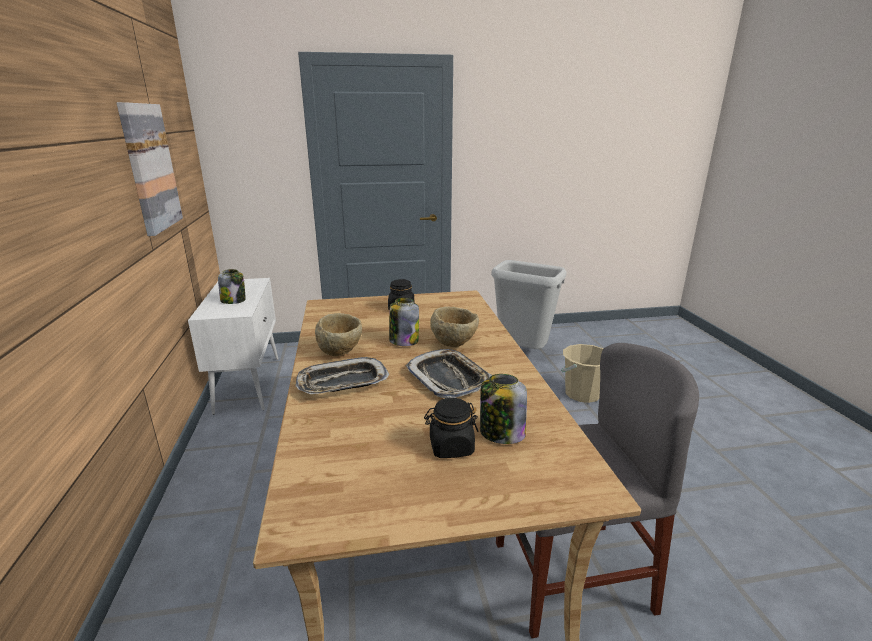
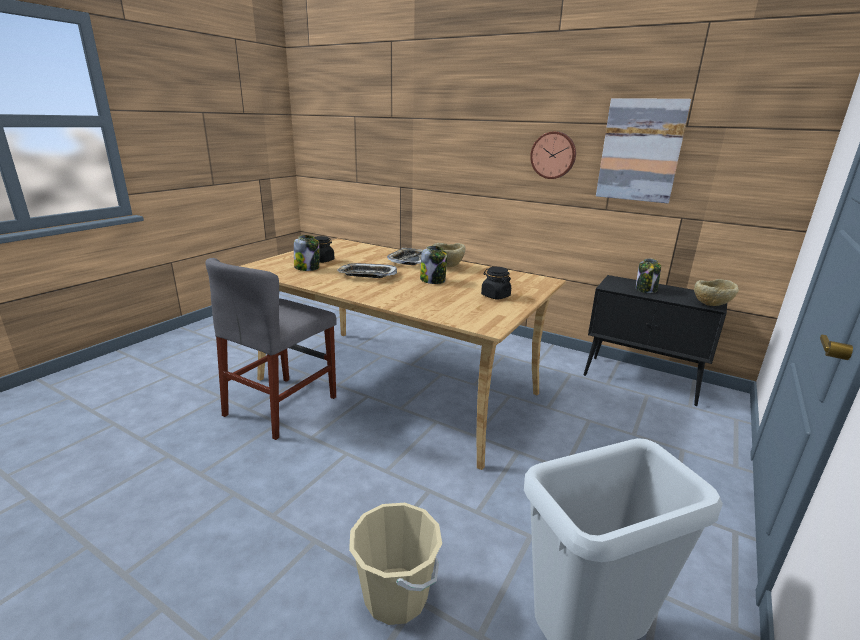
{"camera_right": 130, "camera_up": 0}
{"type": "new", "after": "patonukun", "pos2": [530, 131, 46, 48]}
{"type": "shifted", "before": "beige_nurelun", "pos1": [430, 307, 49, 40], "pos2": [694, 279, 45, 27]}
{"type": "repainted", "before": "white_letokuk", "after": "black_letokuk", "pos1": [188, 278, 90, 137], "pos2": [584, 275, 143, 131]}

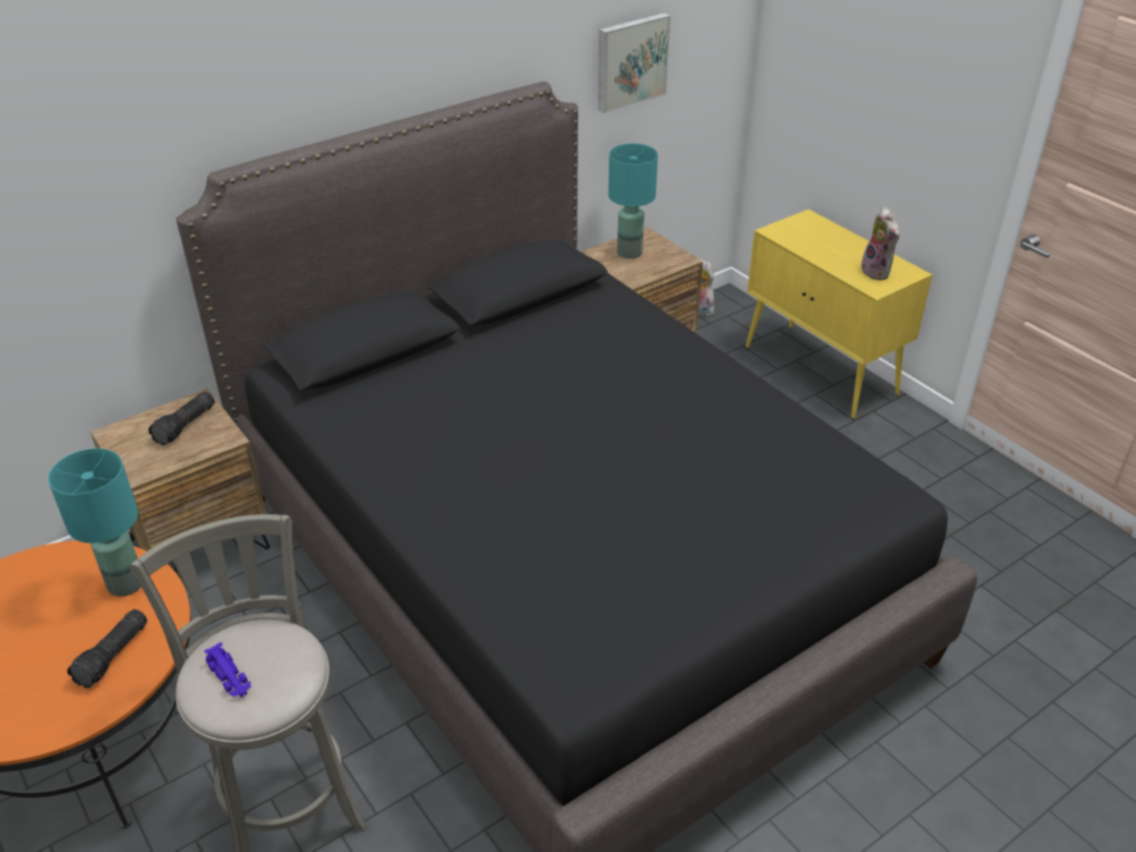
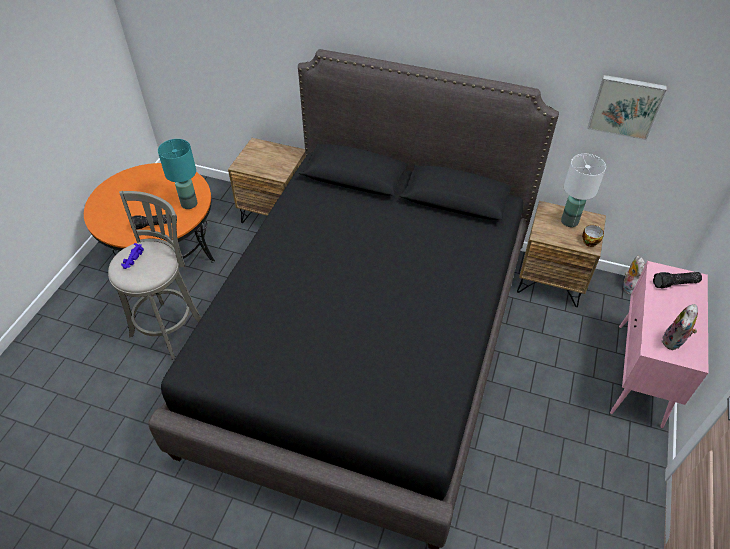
{"camera_right": 55, "camera_up": 10}
{"type": "new", "after": "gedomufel", "pos2": [582, 225, 22, 22]}
{"type": "shifted", "before": "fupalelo", "pos1": [148, 391, 67, 54], "pos2": [653, 272, 49, 16]}
{"type": "repainted", "before": "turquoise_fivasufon", "after": "white_fivasufon", "pos1": [608, 144, 50, 115], "pos2": [561, 154, 45, 73]}
{"type": "repainted", "before": "yellow_letokuk", "after": "pink_letokuk", "pos1": [746, 209, 186, 210], "pos2": [610, 261, 98, 167]}

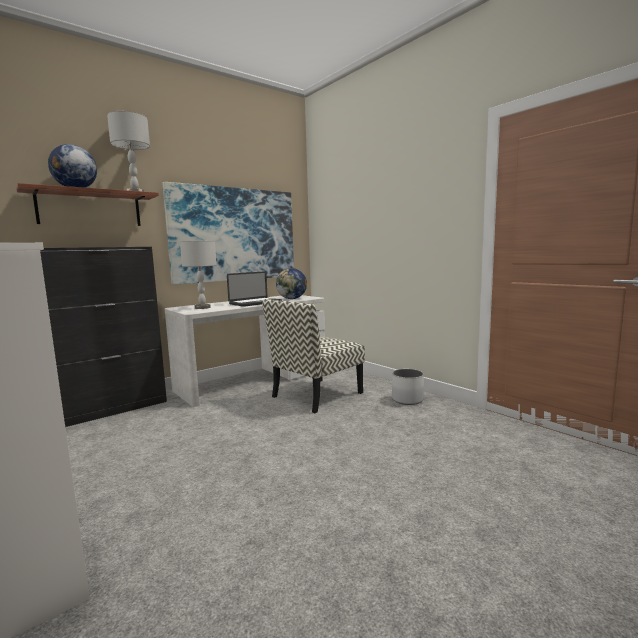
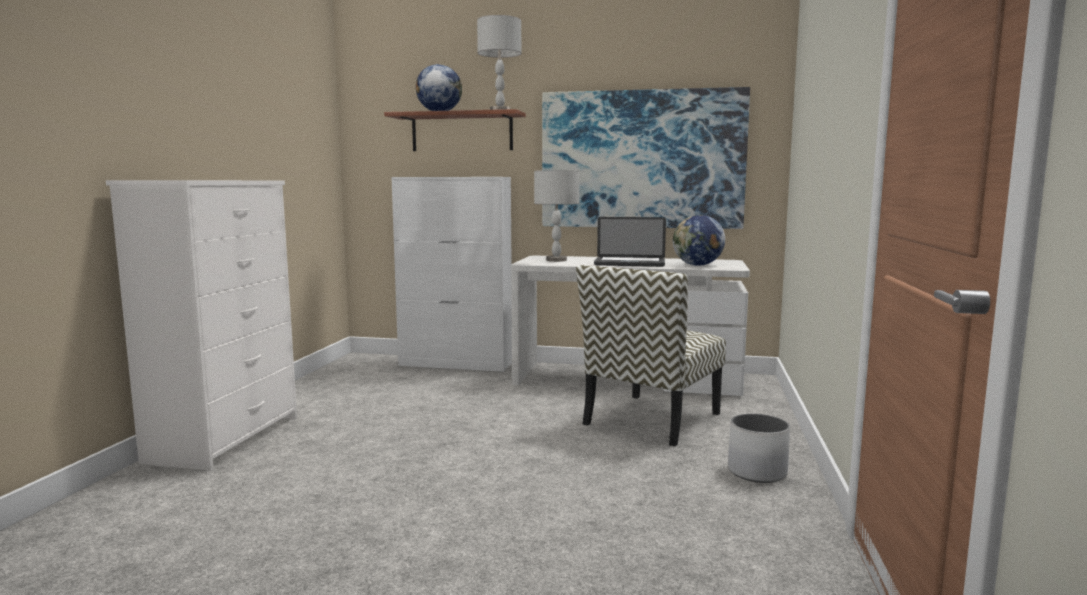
{"camera_right": 50, "camera_up": 0}
{"type": "repainted", "before": "black_letokuk", "after": "white_letokuk", "pos1": [40, 247, 127, 180], "pos2": [391, 177, 121, 195]}
{"type": "rotated", "before": "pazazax", "pos1": [262, 299, 103, 114], "pos2": [576, 265, 150, 182], "turn": -60}

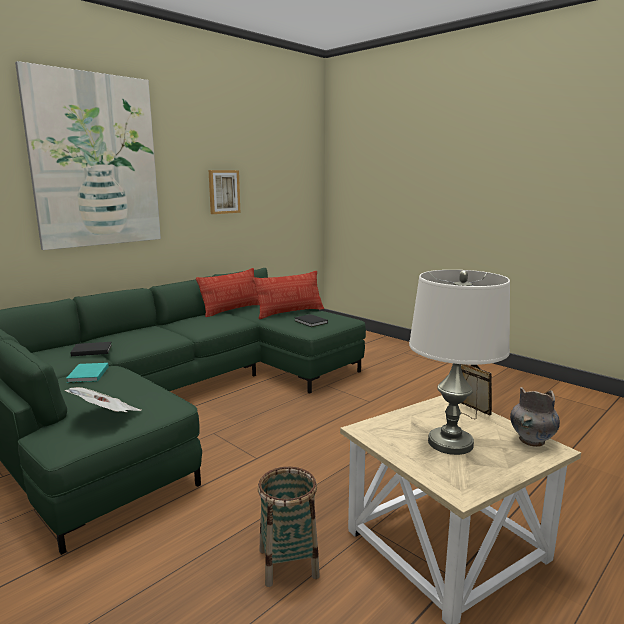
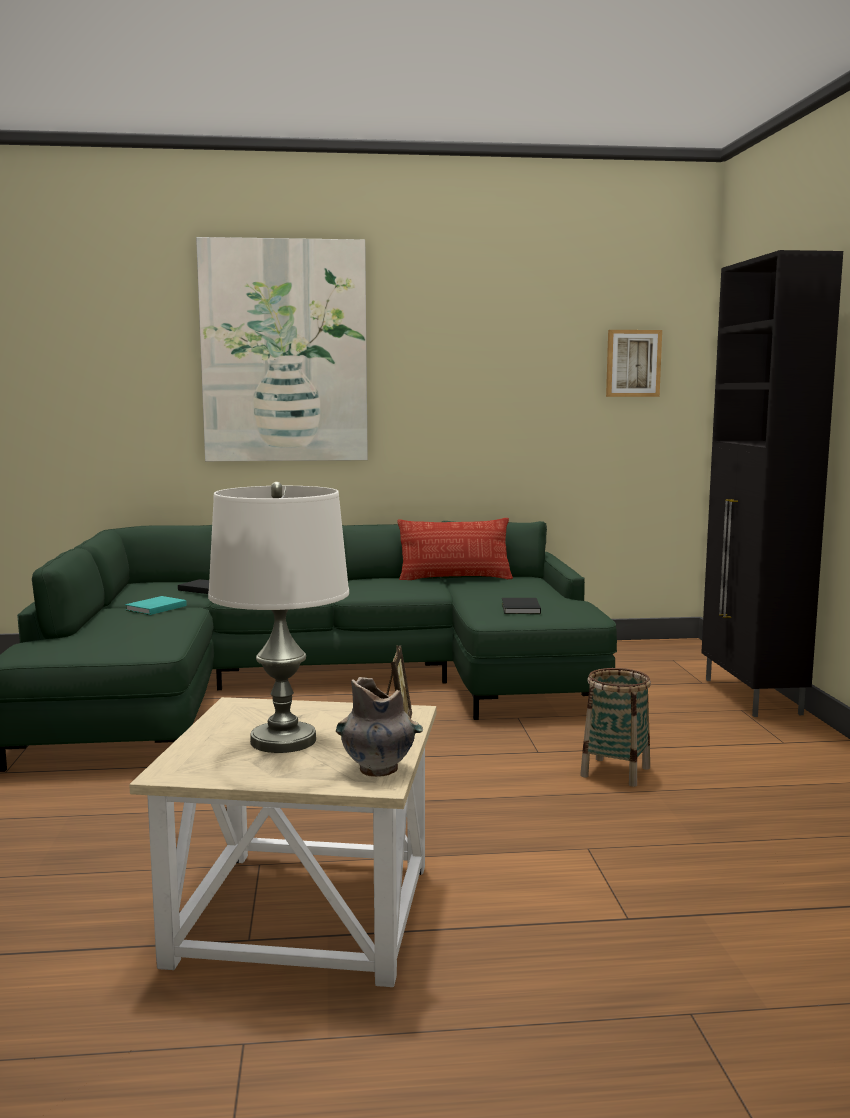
{"camera_right": 40, "camera_up": -5}
{"type": "gone", "before": "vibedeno", "pos1": [65, 387, 76, 25]}
{"type": "gone", "before": "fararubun", "pos1": [253, 271, 71, 48]}
{"type": "new", "after": "black_letokuk", "pos2": [701, 250, 142, 467]}
{"type": "shifted", "before": "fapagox", "pos1": [209, 170, 31, 44], "pos2": [606, 330, 56, 67]}
{"type": "shifted", "before": "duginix", "pos1": [258, 467, 62, 120], "pos2": [580, 668, 71, 119]}

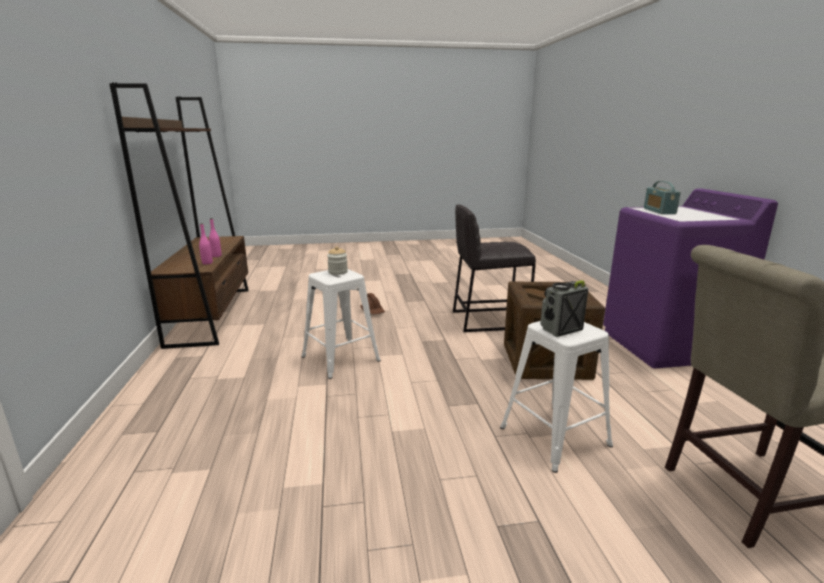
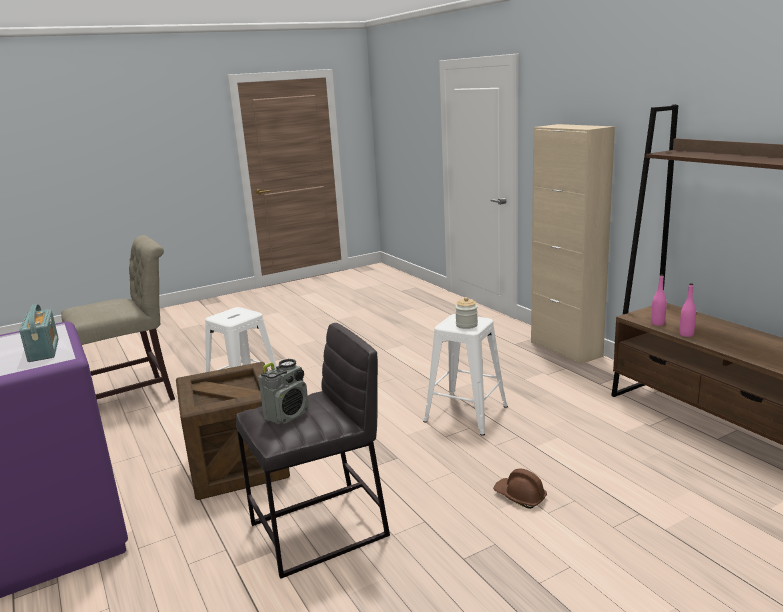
{"camera_right": 160, "camera_up": 0}
{"type": "new", "after": "beige_letokuk", "pos2": [531, 124, 84, 241]}
{"type": "shifted", "before": "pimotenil", "pos1": [540, 280, 48, 57], "pos2": [258, 359, 51, 66]}

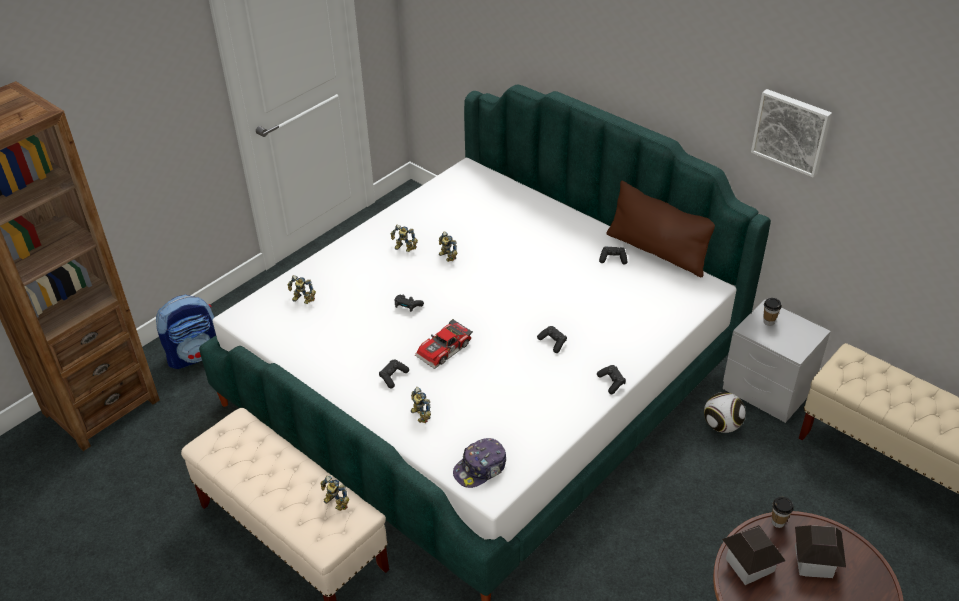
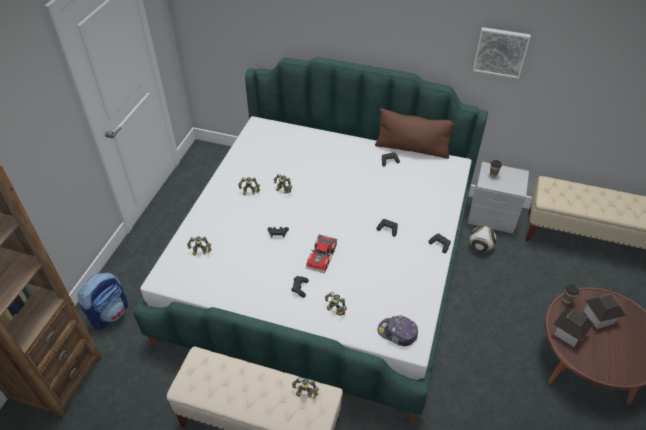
{"camera_right": -25, "camera_up": 5}
{"type": "rotated", "before": "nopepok", "pos1": [453, 438, 53, 50], "pos2": [378, 316, 40, 30], "turn": 90}

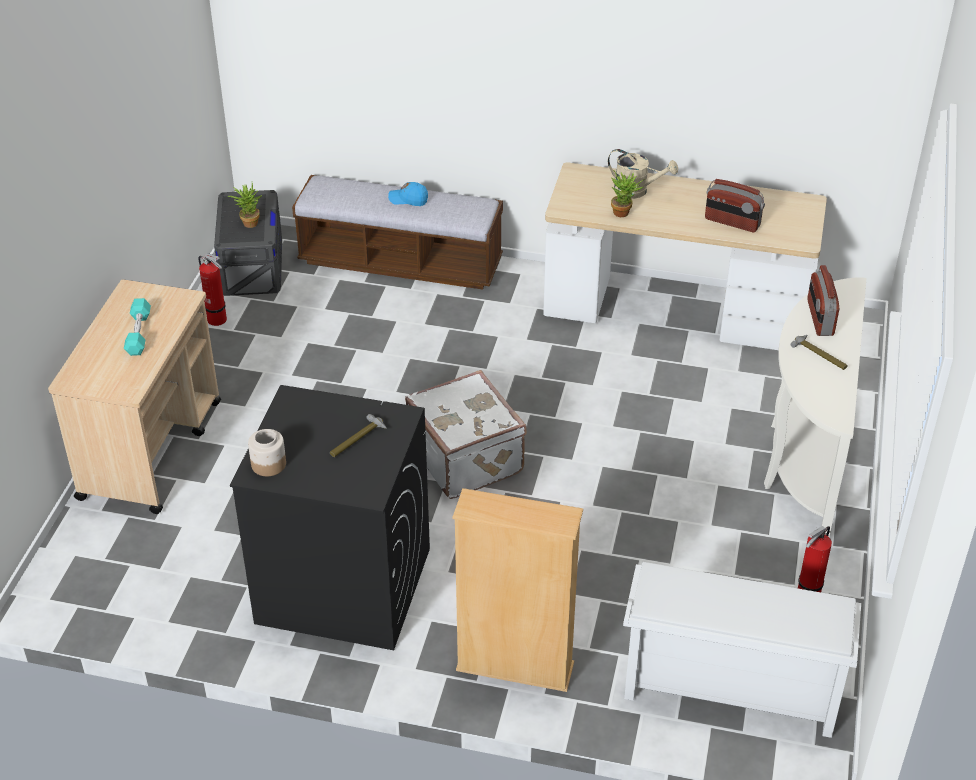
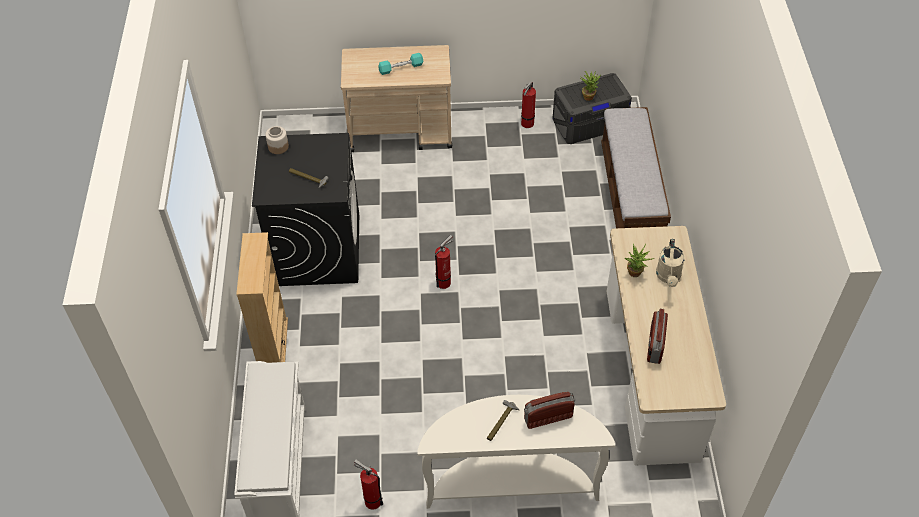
{"camera_right": 75, "camera_up": 10}
{"type": "gone", "before": "blue_nopepok", "pos1": [388, 182, 40, 24]}
{"type": "swapped", "before": "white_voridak", "after": "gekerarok", "pos1": [405, 370, 121, 129], "pos2": [435, 235, 18, 54]}

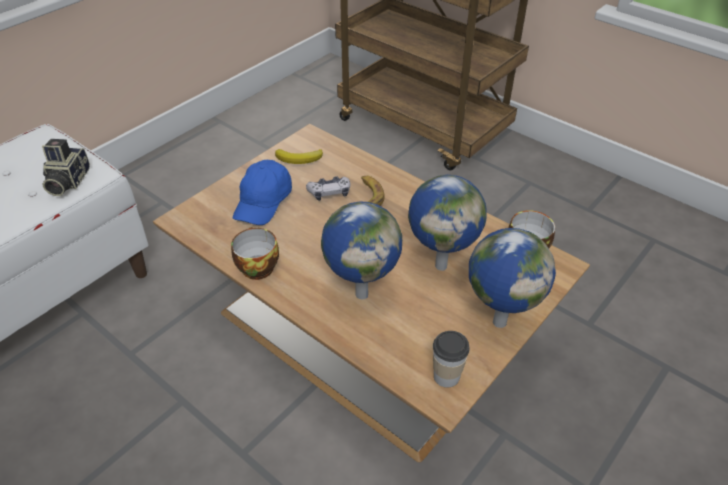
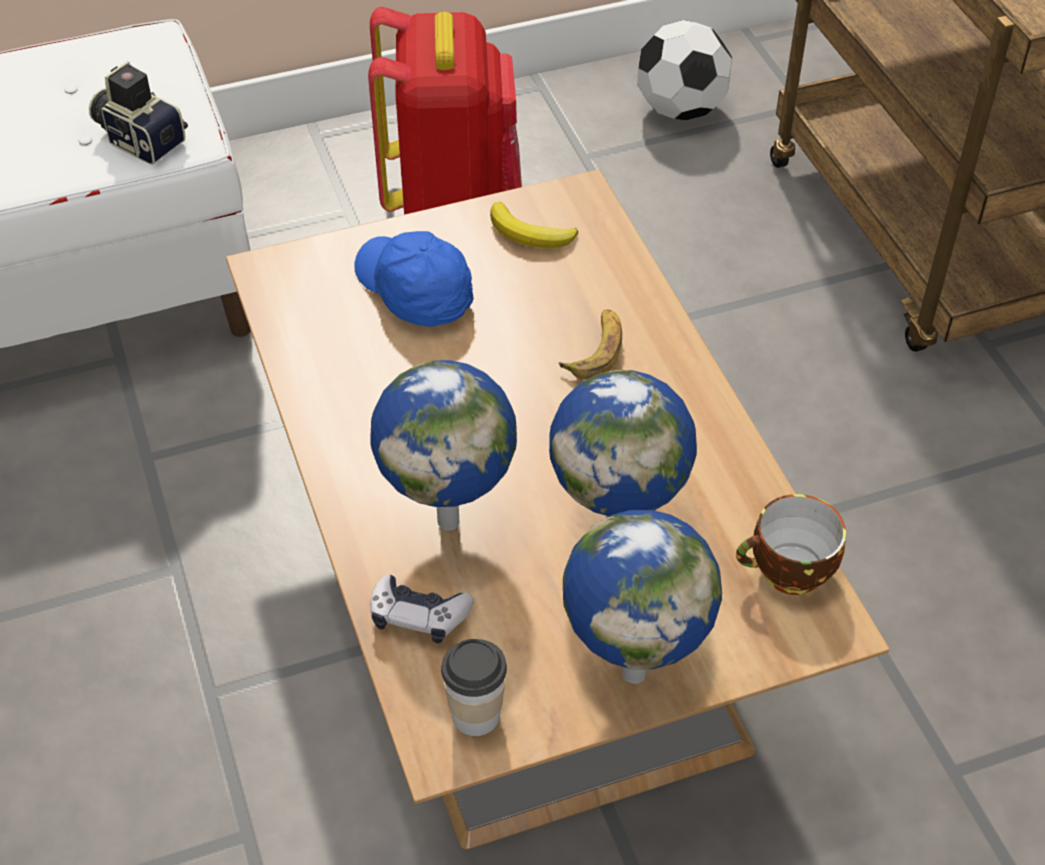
{"camera_right": 30, "camera_up": 5}
{"type": "gone", "before": "gedomufel", "pos1": [231, 227, 48, 53]}
{"type": "new", "after": "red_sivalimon", "pos2": [368, 7, 154, 207]}
{"type": "new", "after": "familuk", "pos2": [637, 20, 95, 100]}
{"type": "shifted", "before": "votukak", "pos1": [306, 176, 45, 25], "pos2": [370, 574, 104, 69]}
{"type": "rotated", "before": "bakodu", "pos1": [42, 139, 48, 57], "pos2": [89, 61, 99, 104], "turn": 90}
{"type": "rotated", "before": "blue_nopepok", "pos1": [233, 160, 59, 65], "pos2": [354, 231, 119, 96], "turn": 90}

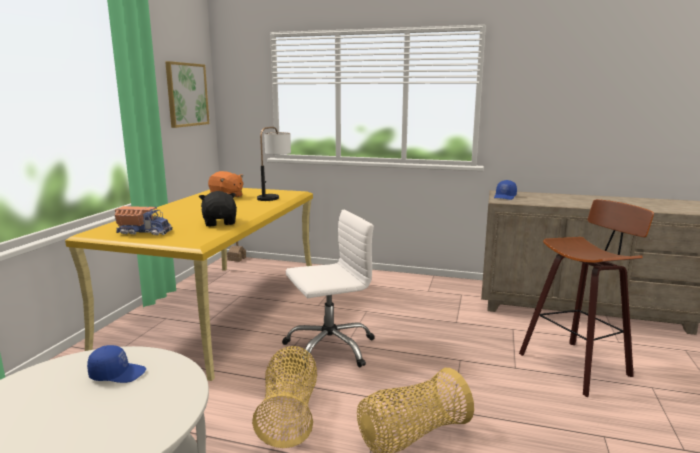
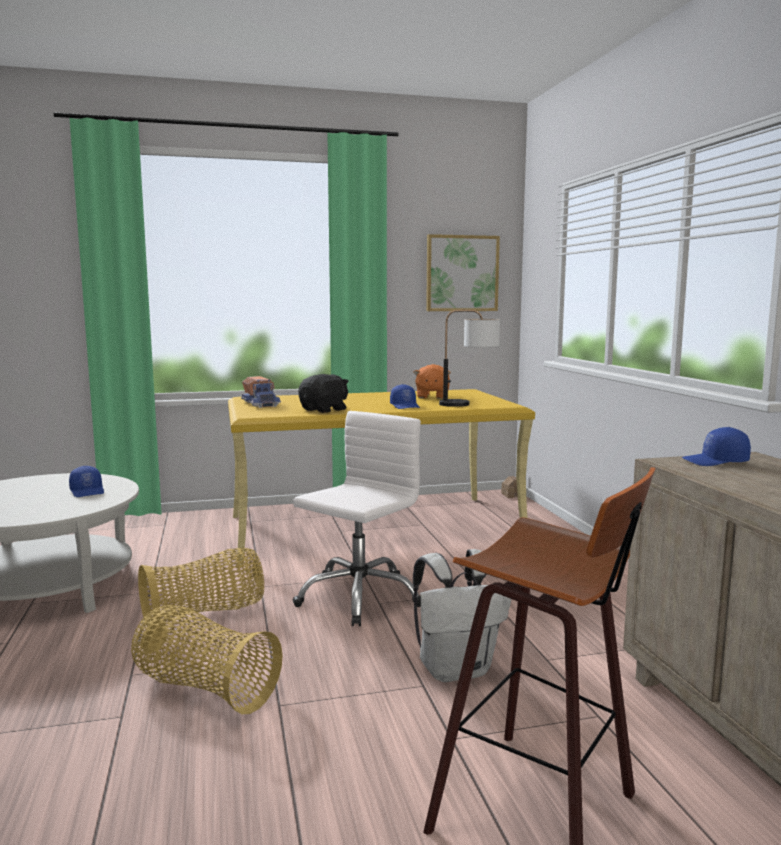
{"camera_right": 60, "camera_up": -5}
{"type": "new", "after": "blue_nopepok", "pos2": [390, 384, 30, 25]}
{"type": "new", "after": "white_sivalimon", "pos2": [413, 549, 98, 133]}
{"type": "rotated", "before": "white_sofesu", "pos1": [282, 210, 93, 161], "pos2": [293, 411, 128, 215], "turn": -90}

